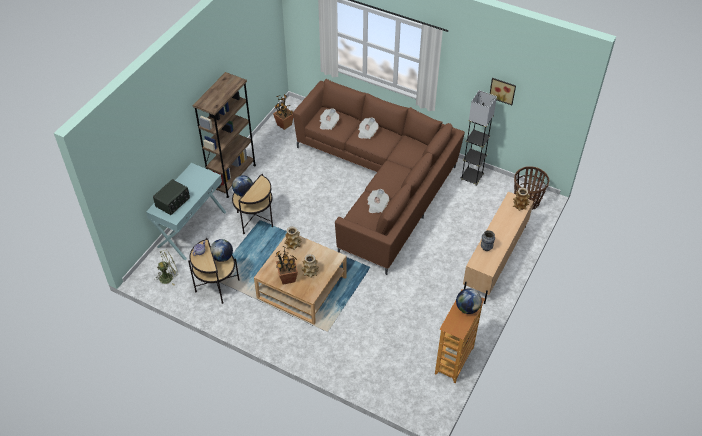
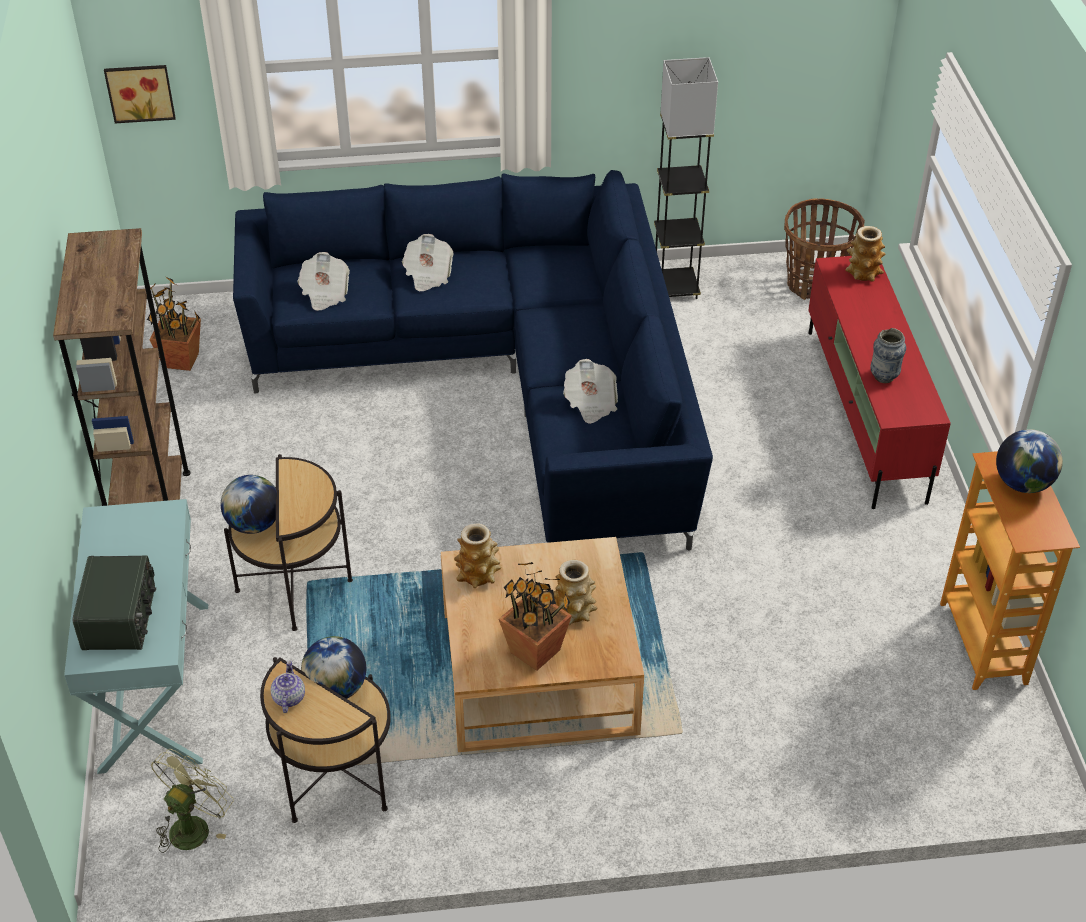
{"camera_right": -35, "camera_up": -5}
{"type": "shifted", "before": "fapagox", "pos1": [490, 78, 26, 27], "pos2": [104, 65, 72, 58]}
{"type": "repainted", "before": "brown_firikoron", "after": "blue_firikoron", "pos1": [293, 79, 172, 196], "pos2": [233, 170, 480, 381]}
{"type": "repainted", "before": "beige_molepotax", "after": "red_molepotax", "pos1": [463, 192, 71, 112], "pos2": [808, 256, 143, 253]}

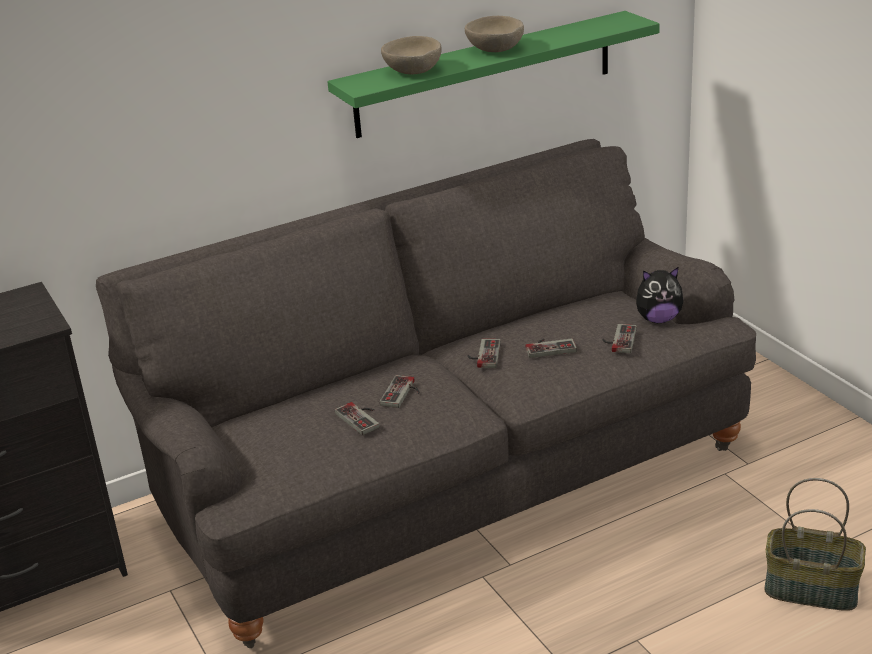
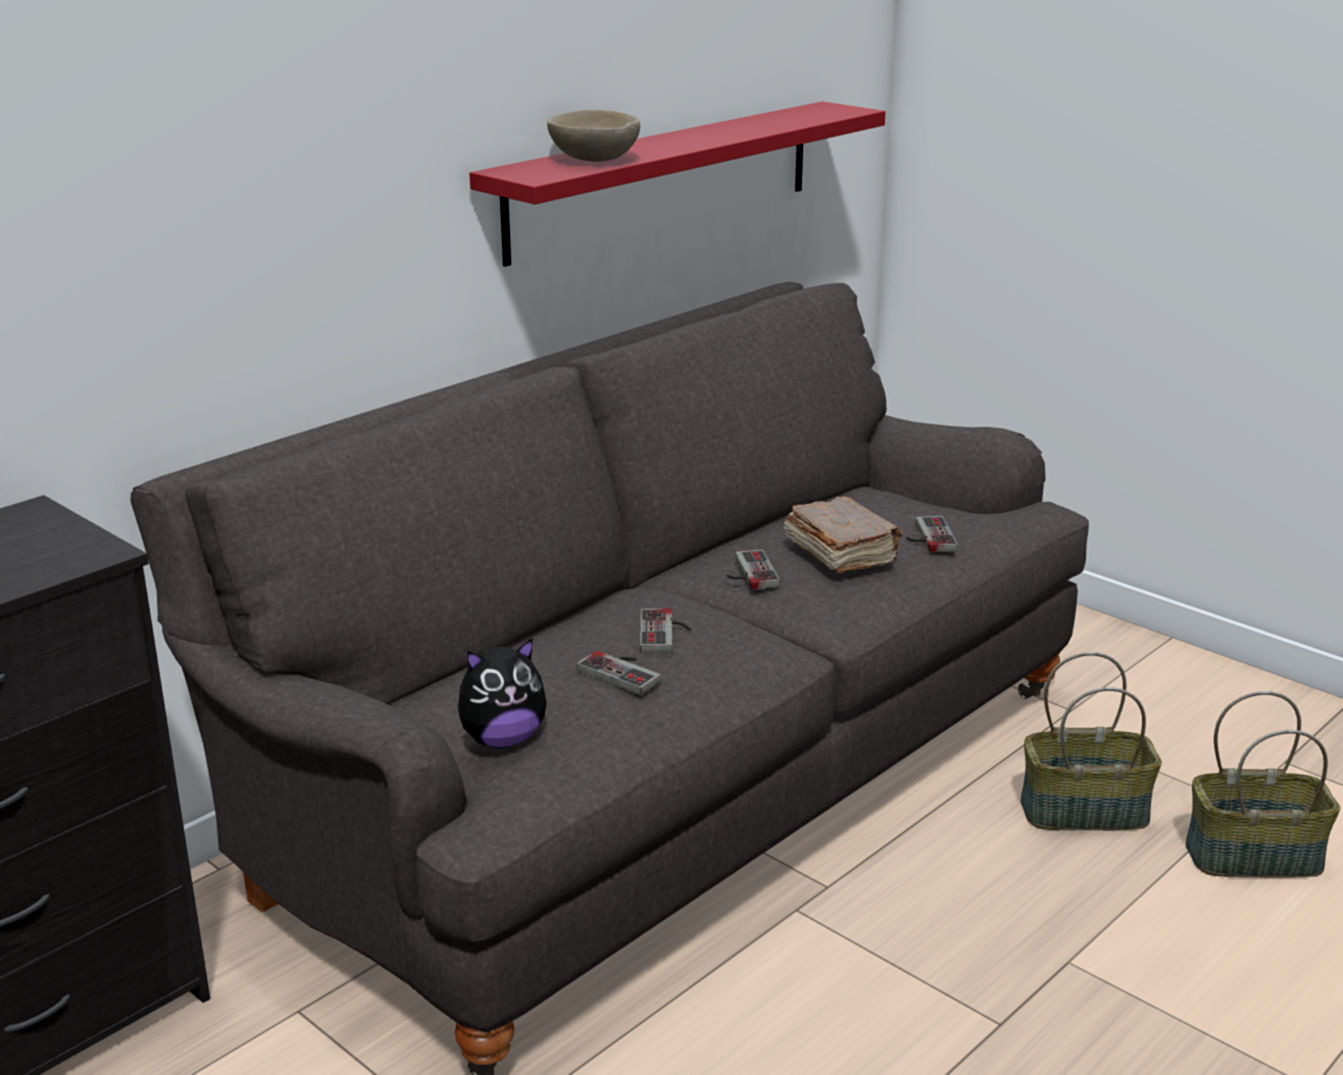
{"camera_right": -20, "camera_up": -5}
{"type": "gone", "before": "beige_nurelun", "pos1": [465, 16, 59, 36]}
{"type": "new", "after": "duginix", "pos2": [1021, 652, 141, 178]}
{"type": "shifted", "before": "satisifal", "pos1": [636, 267, 47, 56], "pos2": [458, 638, 89, 110]}
{"type": "swapped", "before": "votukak", "after": "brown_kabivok", "pos1": [526, 338, 51, 20], "pos2": [784, 496, 119, 77]}
{"type": "repainted", "before": "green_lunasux", "after": "red_lunasux", "pos1": [327, 11, 333, 127], "pos2": [469, 101, 417, 166]}

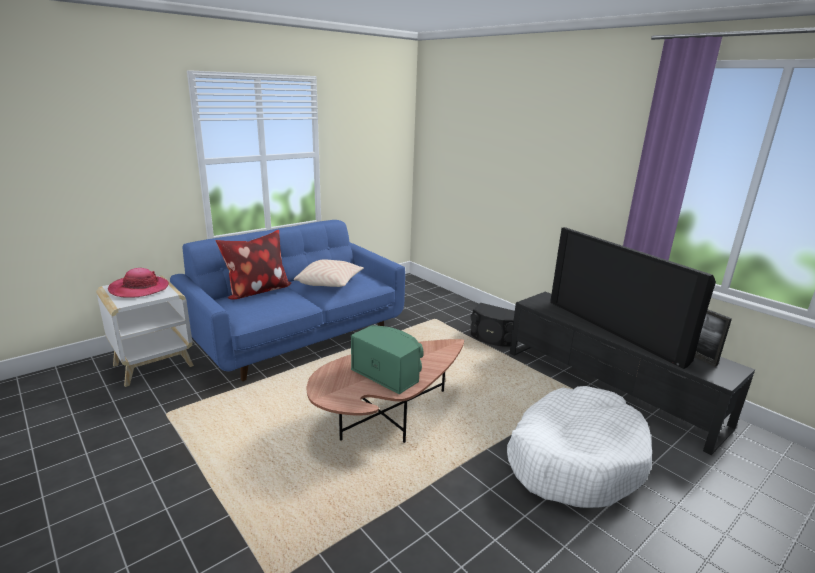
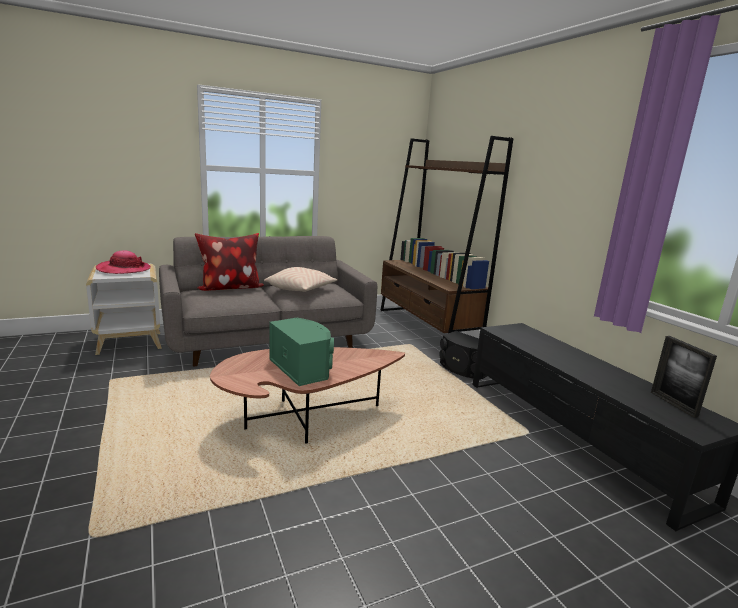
{"camera_right": 15, "camera_up": -5}
{"type": "gone", "before": "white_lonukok", "pos1": [507, 386, 145, 122]}
{"type": "gone", "before": "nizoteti", "pos1": [550, 227, 166, 142]}
{"type": "new", "after": "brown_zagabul", "pos2": [380, 136, 133, 197]}
{"type": "repainted", "before": "blue_firikoron", "after": "grey_firikoron", "pos1": [170, 220, 235, 161], "pos2": [159, 236, 218, 131]}

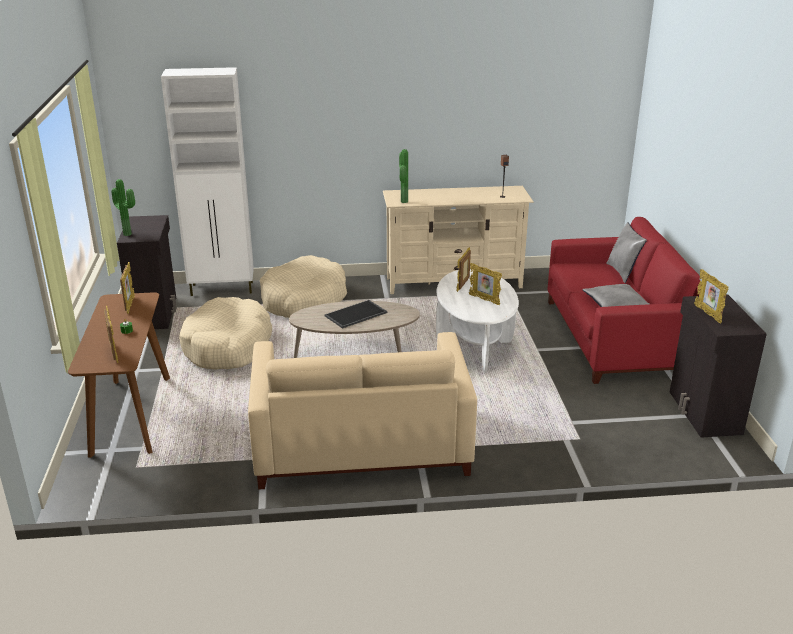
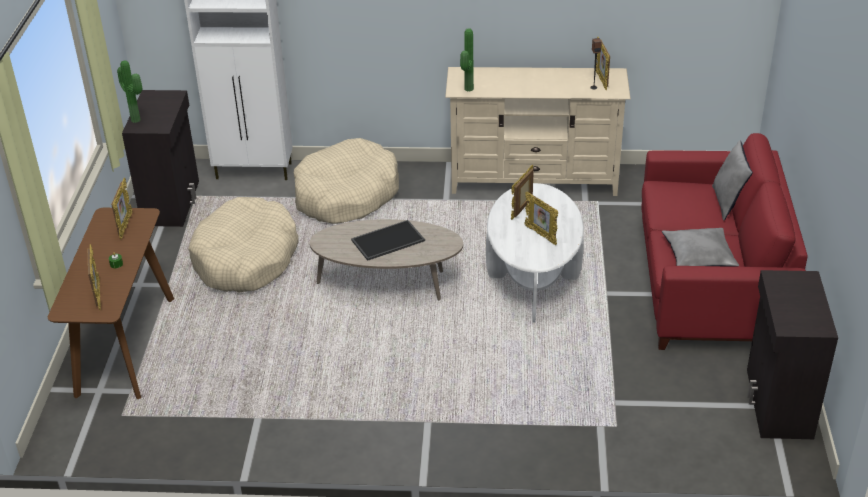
{"camera_right": 10, "camera_up": 10}
{"type": "gone", "before": "beige_firikoron", "pos1": [248, 332, 229, 158]}
{"type": "shifted", "before": "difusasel", "pos1": [694, 269, 34, 54], "pos2": [596, 37, 14, 53]}

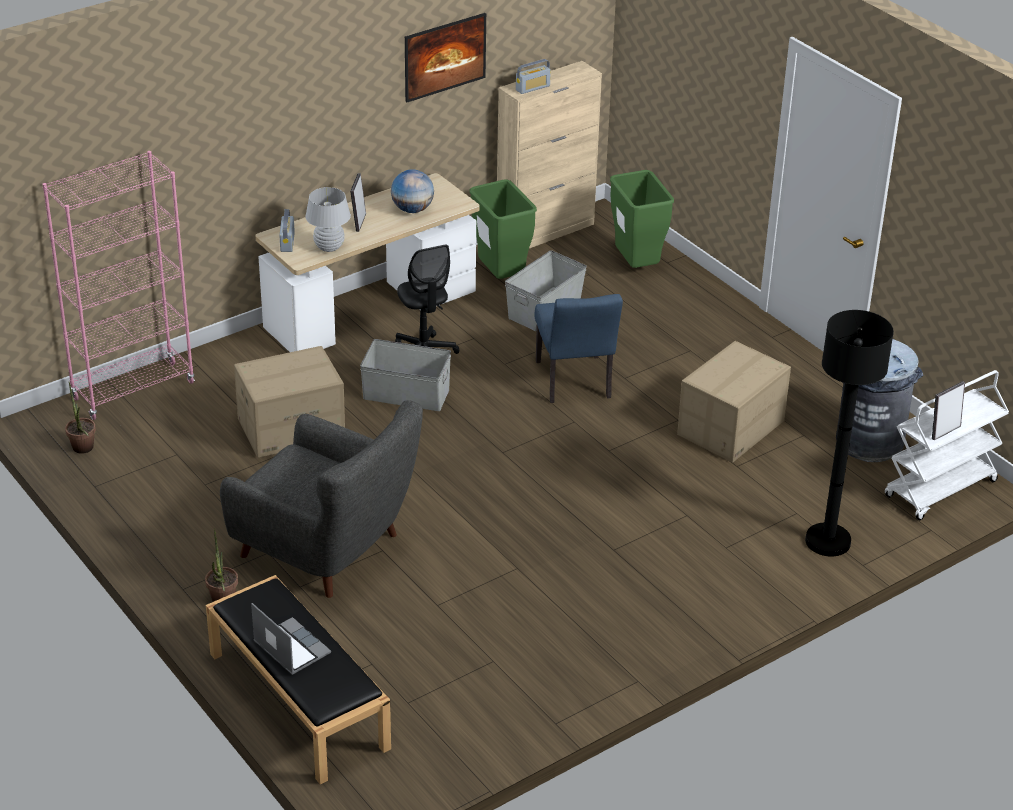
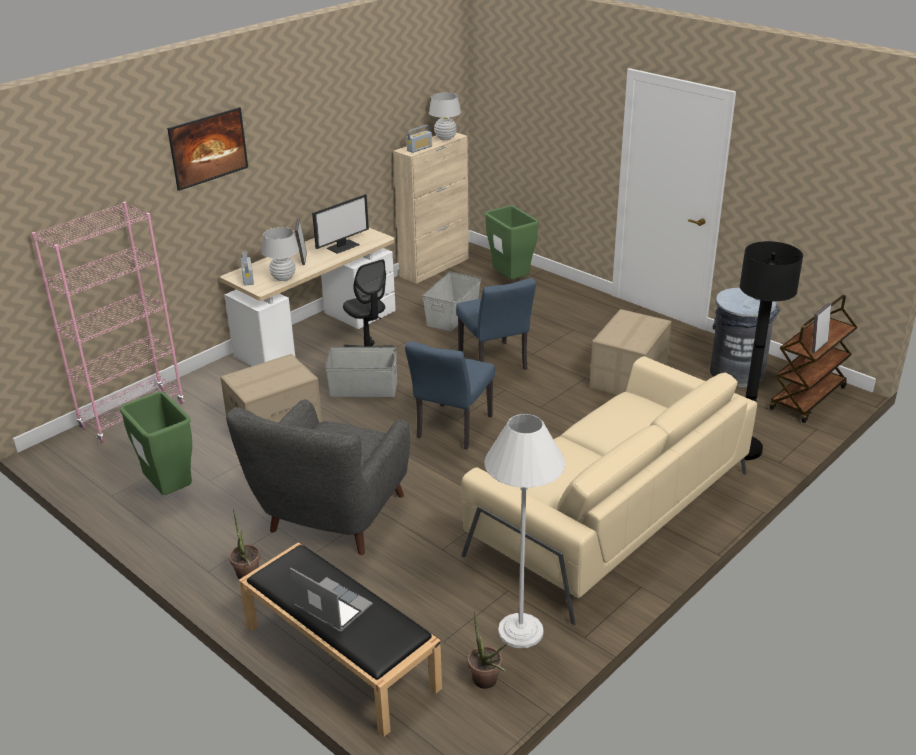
{"camera_right": -10, "camera_up": -5}
{"type": "new", "after": "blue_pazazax", "pos2": [405, 341, 90, 108]}
{"type": "new", "after": "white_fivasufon", "pos2": [429, 93, 32, 47]}
{"type": "new", "after": "beige_firikoron", "pos2": [461, 356, 296, 269]}
{"type": "new", "after": "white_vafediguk", "pos2": [484, 413, 81, 235]}
{"type": "shifted", "before": "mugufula", "pos1": [65, 382, 31, 72], "pos2": [468, 611, 39, 78]}
{"type": "shifted", "before": "fapagox", "pos1": [405, 13, 81, 89], "pos2": [167, 107, 81, 84]}
{"type": "shifted", "before": "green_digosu", "pos1": [470, 179, 67, 100], "pos2": [120, 391, 72, 104]}
{"type": "swapped", "before": "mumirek", "after": "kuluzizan", "pos1": [391, 169, 43, 44], "pos2": [312, 194, 57, 60]}
{"type": "repainted", "before": "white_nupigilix", "after": "brown_nupigilix", "pos1": [885, 370, 124, 150], "pos2": [769, 295, 88, 128]}
{"type": "rotated", "before": "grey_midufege", "pos1": [220, 400, 203, 198], "pos2": [226, 399, 184, 156], "turn": 90}

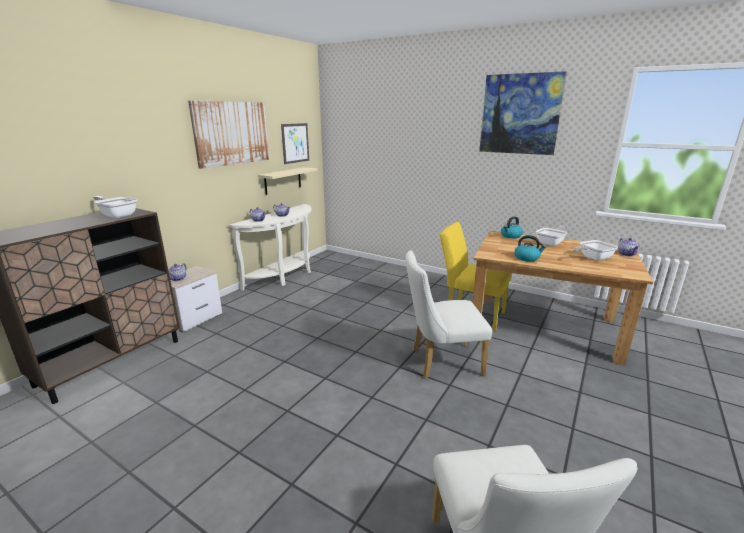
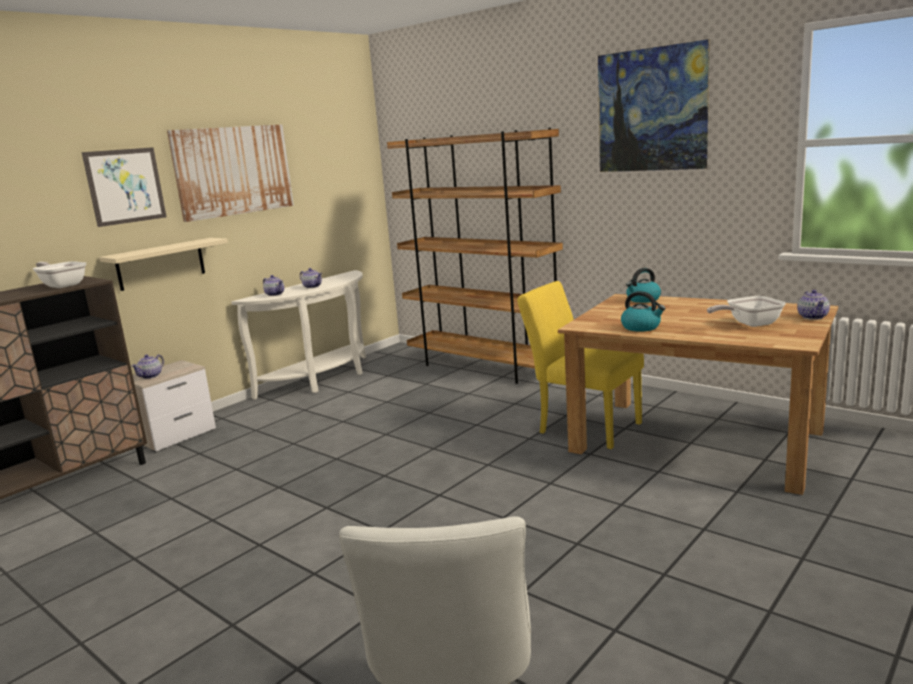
{"camera_right": 10, "camera_up": -5}
{"type": "gone", "before": "white_pazazax", "pos1": [406, 250, 86, 129]}
{"type": "gone", "before": "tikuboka", "pos1": [536, 226, 31, 20]}
{"type": "new", "after": "brown_zagabul", "pos2": [387, 128, 176, 256]}
{"type": "shifted", "before": "beige_lunasux", "pos1": [258, 167, 59, 28], "pos2": [99, 238, 129, 53]}
{"type": "shifted", "before": "fapagox", "pos1": [281, 123, 28, 41], "pos2": [82, 147, 85, 80]}

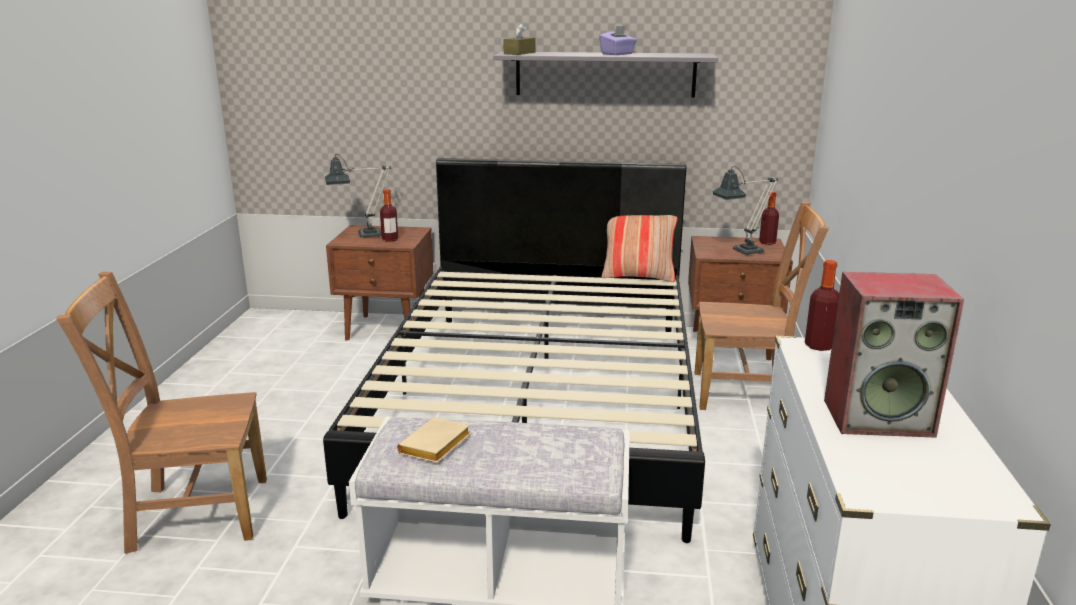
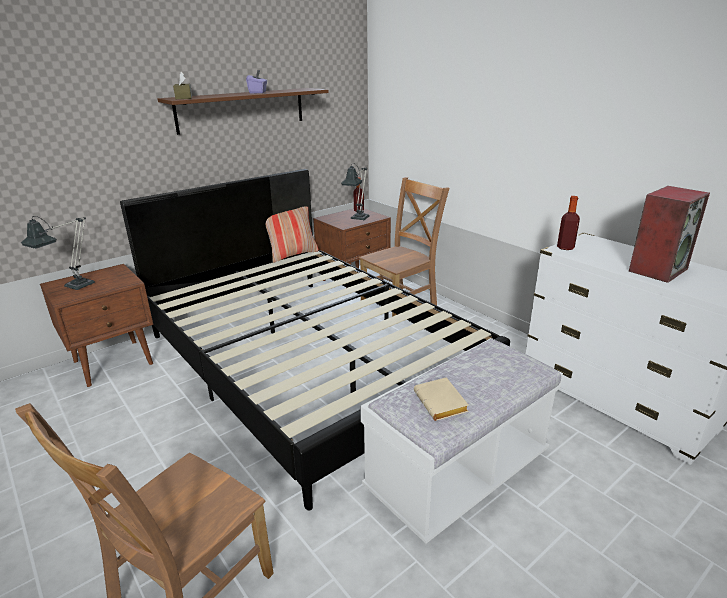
{"camera_right": -45, "camera_up": 5}
{"type": "gone", "before": "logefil", "pos1": [380, 189, 18, 53]}
{"type": "repainted", "before": "grey_lunasux", "after": "brown_lunasux", "pos1": [493, 52, 225, 46], "pos2": [157, 88, 172, 47]}

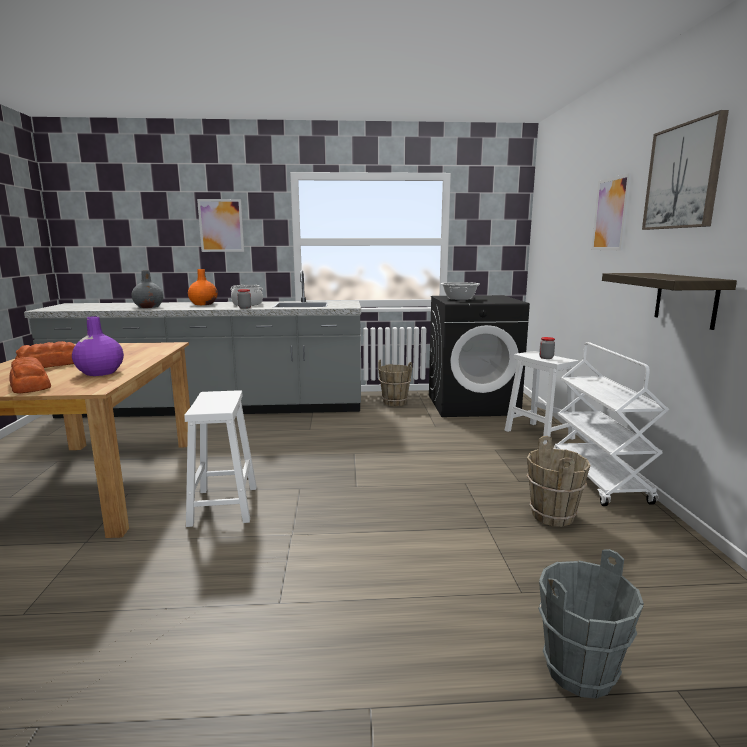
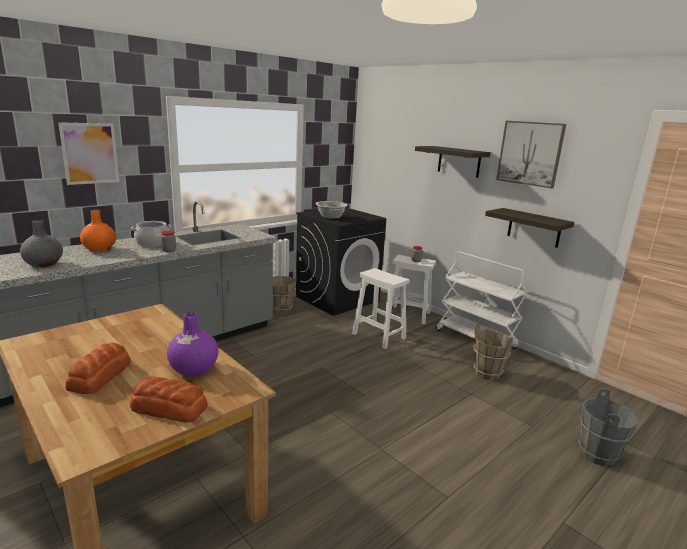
{"camera_right": -40, "camera_up": 5}
{"type": "shifted", "before": "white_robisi", "pos1": [184, 390, 73, 137], "pos2": [352, 268, 58, 81]}
{"type": "swapped", "before": "fapagox", "after": "lunasux", "pos1": [592, 173, 39, 77], "pos2": [415, 146, 76, 32]}

